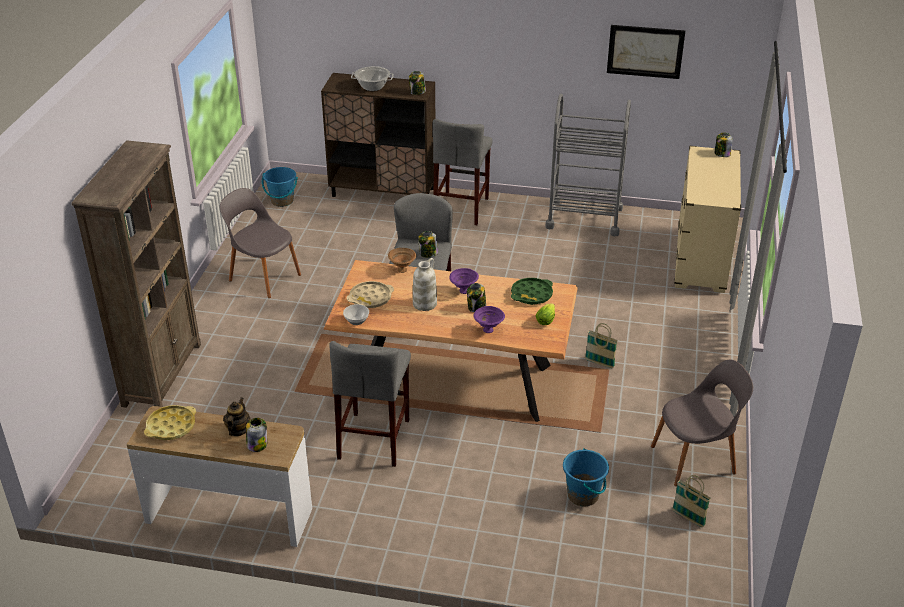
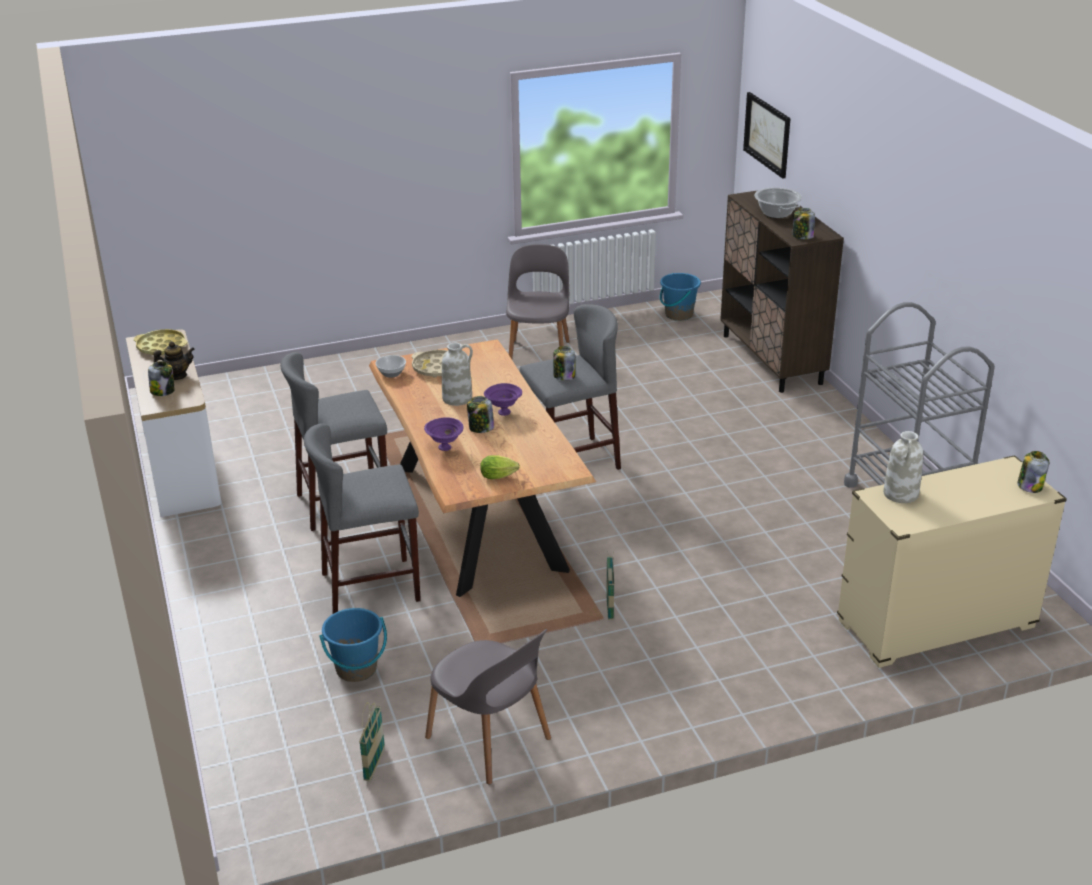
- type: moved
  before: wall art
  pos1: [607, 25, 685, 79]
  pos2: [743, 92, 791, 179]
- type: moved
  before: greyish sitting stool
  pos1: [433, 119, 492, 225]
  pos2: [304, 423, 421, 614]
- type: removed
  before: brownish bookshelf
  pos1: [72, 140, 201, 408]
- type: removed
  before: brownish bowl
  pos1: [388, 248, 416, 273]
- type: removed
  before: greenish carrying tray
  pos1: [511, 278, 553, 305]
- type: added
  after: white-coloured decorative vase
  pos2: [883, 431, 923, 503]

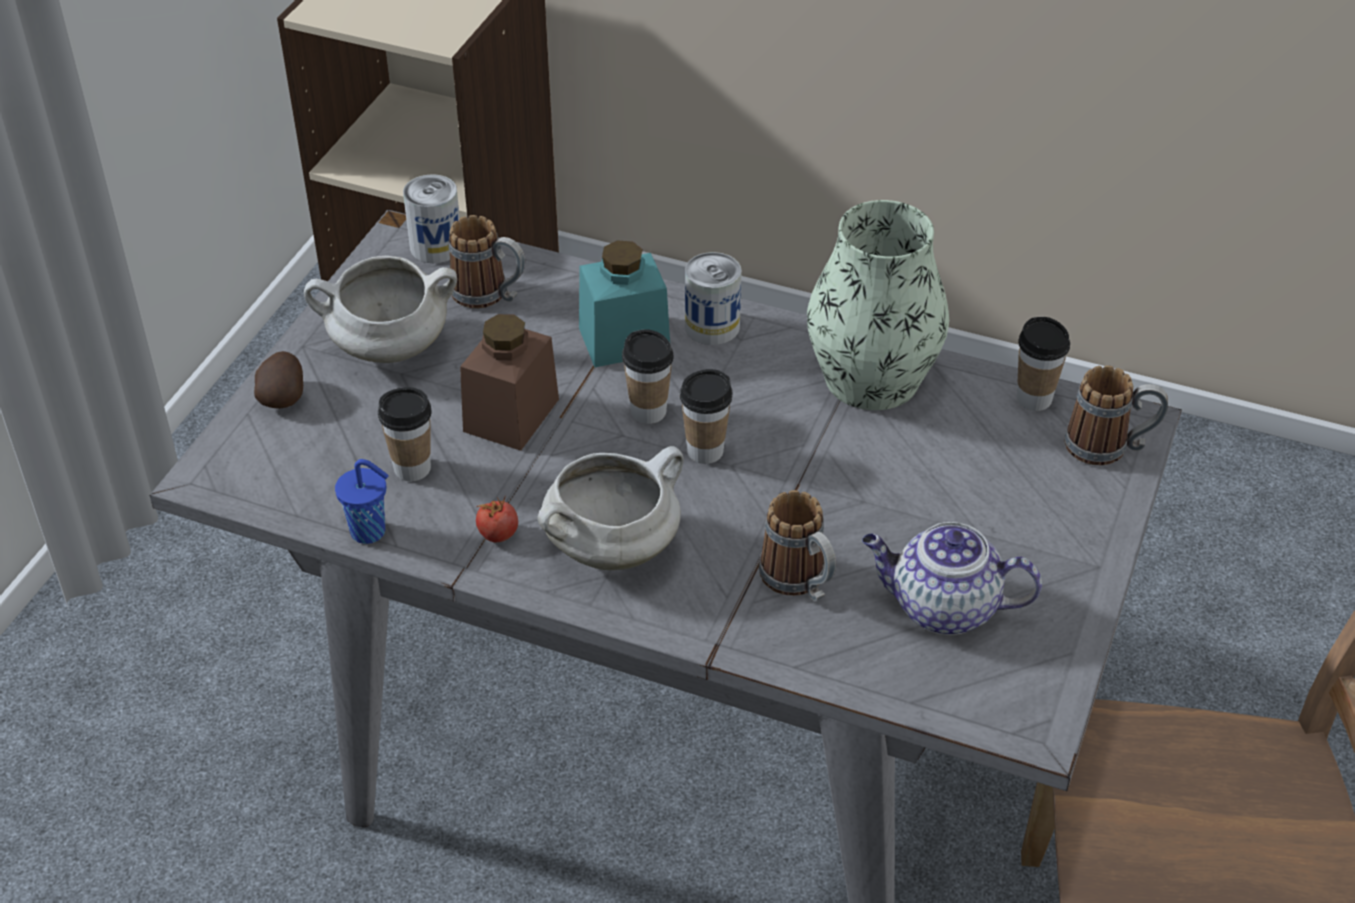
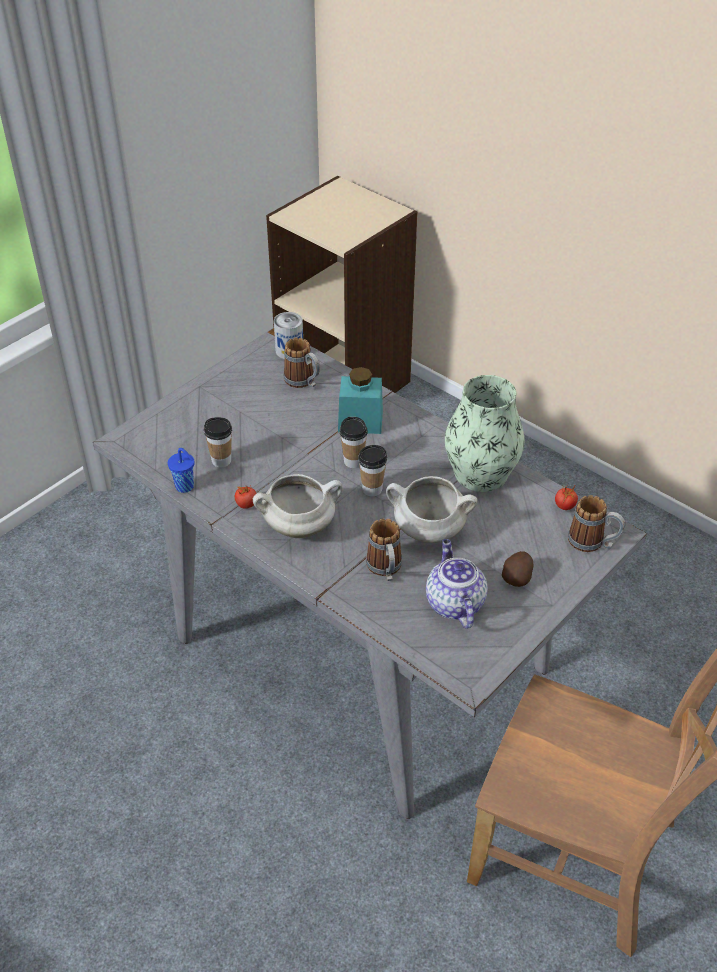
- type: removed
  before: metal can
  pos1: [685, 252, 742, 345]
- type: moved
  before: white-coloured stockpot
  pos1: [304, 256, 457, 363]
  pos2: [386, 476, 477, 543]
- type: removed
  before: brownish preserve jar
  pos1: [460, 314, 559, 451]
- type: replaced
  before: drinking cup
  after: fresh tomato
  pos1: [1017, 317, 1070, 411]
  pos2: [555, 484, 578, 510]
- type: moved
  before: spud
  pos1: [254, 351, 303, 409]
  pos2: [502, 551, 534, 587]
- type: turned
  before: tea pot
  pos1: [862, 522, 1042, 635]
  pos2: [426, 539, 488, 629]
  turn: 45

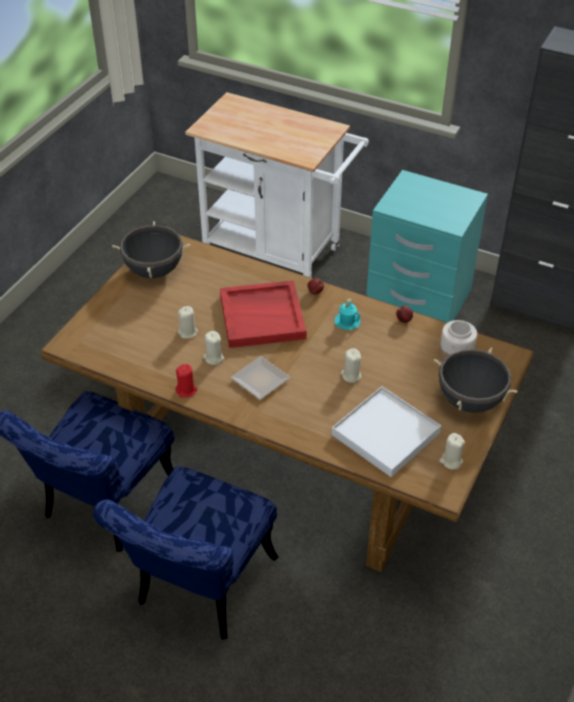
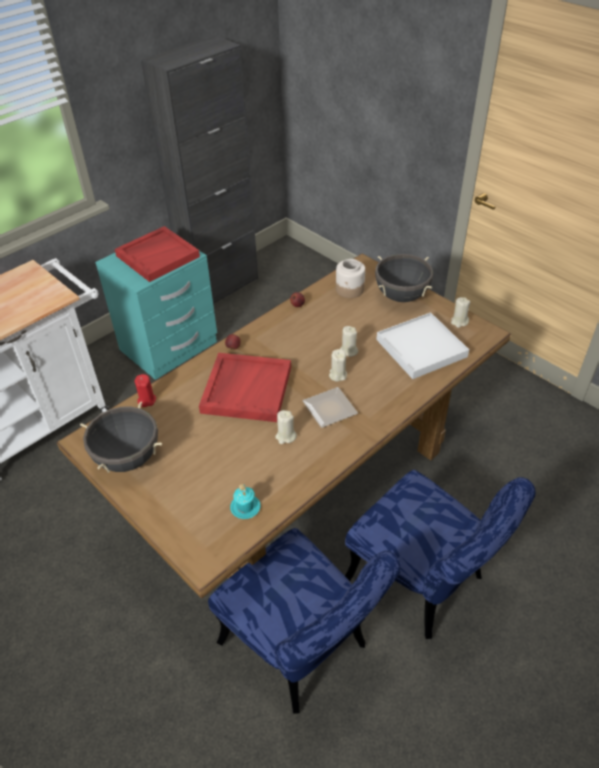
- type: moved
  before: turquoise tea mug
  pos1: [334, 298, 361, 330]
  pos2: [230, 484, 260, 519]
- type: moved
  before: sand-coloured wax light
  pos1: [178, 306, 198, 339]
  pos2: [329, 349, 347, 382]
- type: moved
  before: red-coloured wax light
  pos1: [176, 364, 197, 398]
  pos2: [135, 374, 156, 407]
- type: added
  after: red-coloured carrying tray
  pos2: [115, 226, 200, 282]

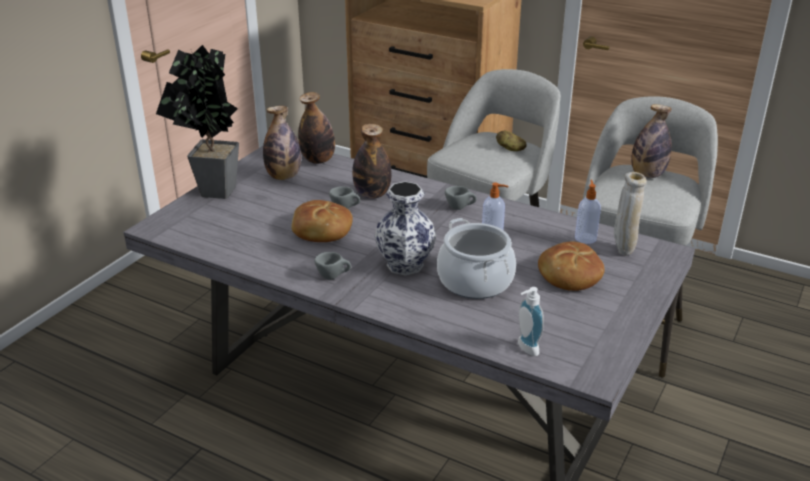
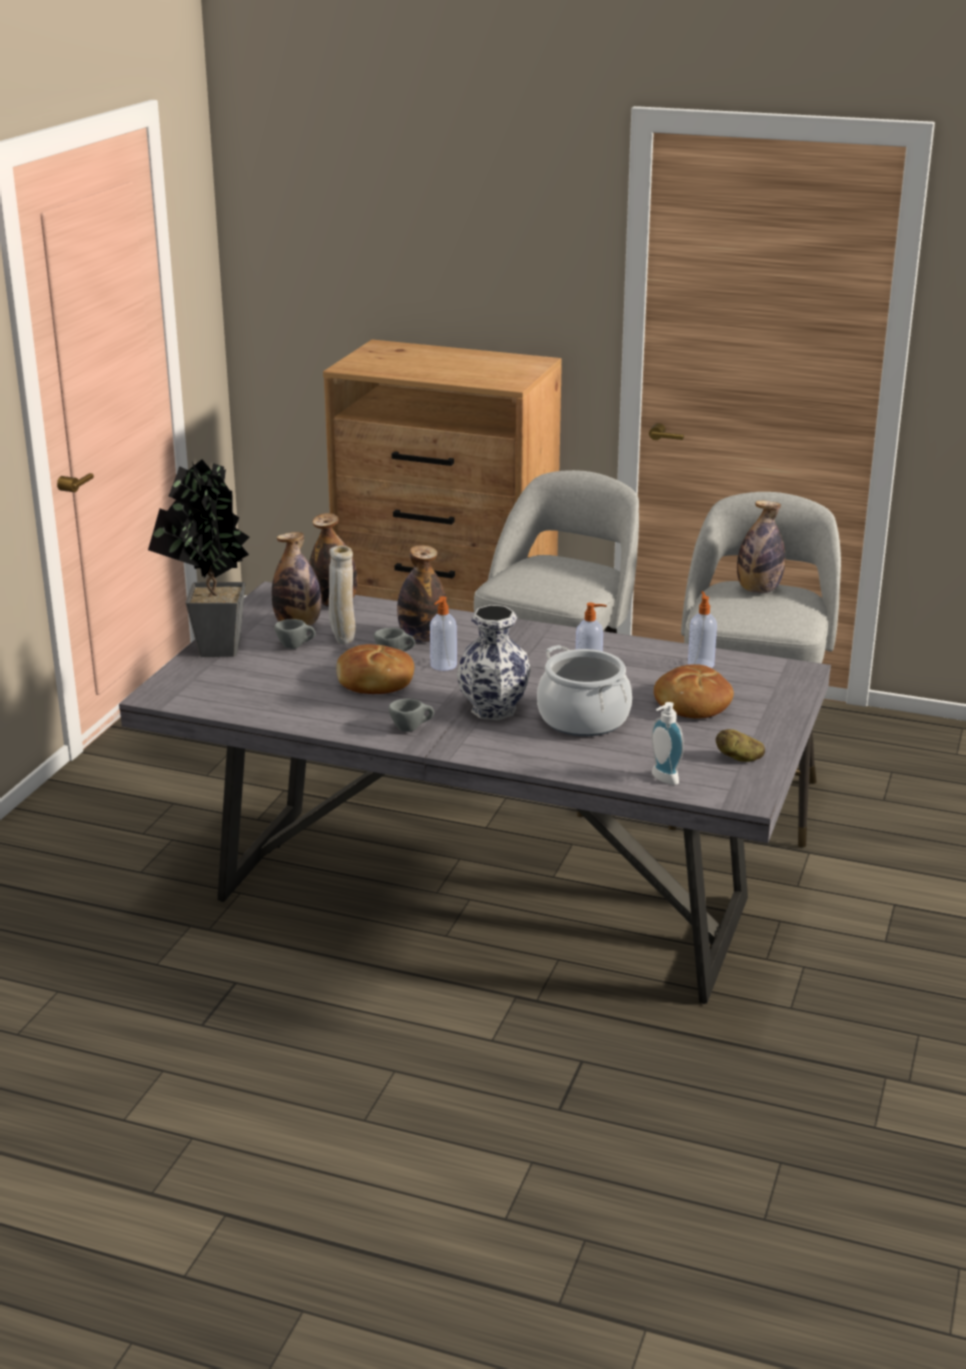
- type: moved
  before: spud
  pos1: [496, 131, 526, 151]
  pos2: [716, 729, 765, 762]
- type: moved
  before: sand-coloured decorative vase
  pos1: [614, 172, 647, 256]
  pos2: [329, 546, 356, 644]
- type: moved
  before: greyish drinking cup
  pos1: [445, 186, 477, 210]
  pos2: [274, 619, 316, 649]
- type: added
  after: soap dispenser
  pos2: [430, 596, 457, 671]

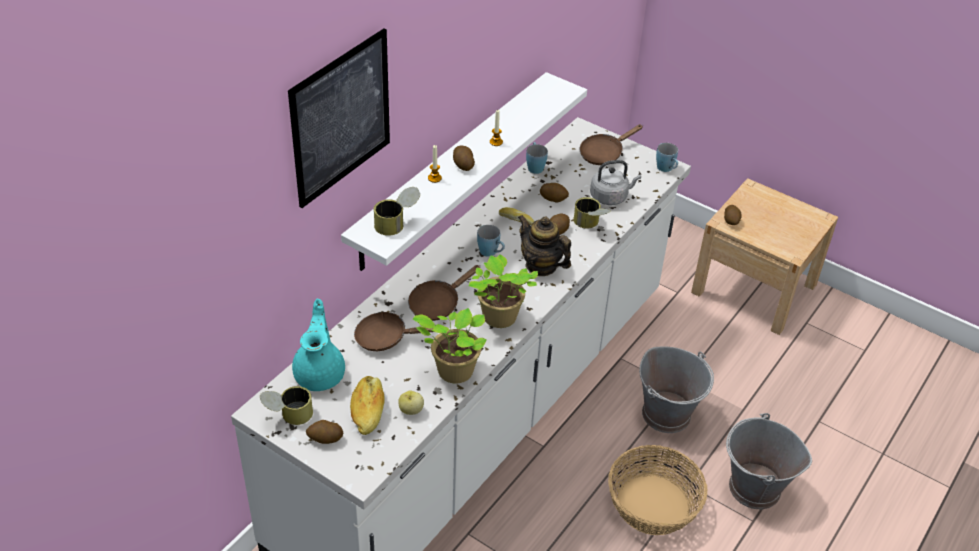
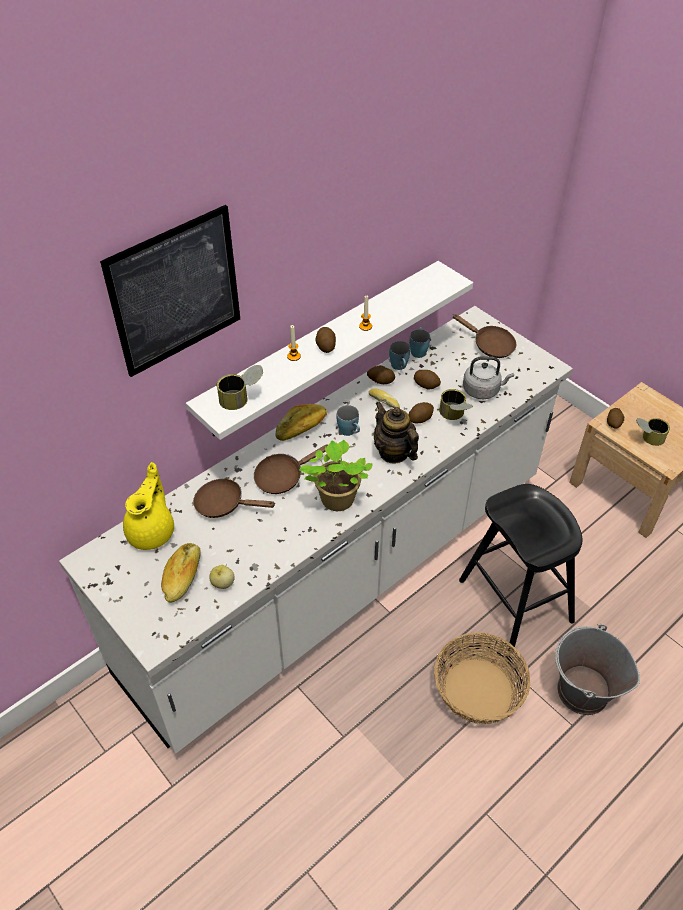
- type: turned
  before: brownish pan
  pos1: [580, 124, 643, 165]
  pos2: [453, 314, 516, 358]
  turn: -120
- type: moved
  before: blue tea mug
  pos1: [656, 143, 678, 172]
  pos2: [389, 341, 410, 370]
- type: recoloured
  before: turquoise tea pot
  after: yellow tea pot
  pos1: [292, 299, 345, 391]
  pos2: [123, 462, 174, 550]
- type: removed
  before: potted plant
  pos1: [413, 308, 487, 384]
- type: replaced
  before: greyish bucket
  after: black-coloured sitting stool
  pos1: [639, 346, 714, 433]
  pos2: [459, 484, 583, 651]
- type: moved
  before: metal can
  pos1: [260, 386, 313, 425]
  pos2: [636, 418, 670, 446]
- type: moved
  before: spud
  pos1: [306, 420, 343, 444]
  pos2: [367, 365, 395, 384]
- type: added
  after: bread
  pos2: [276, 404, 327, 441]

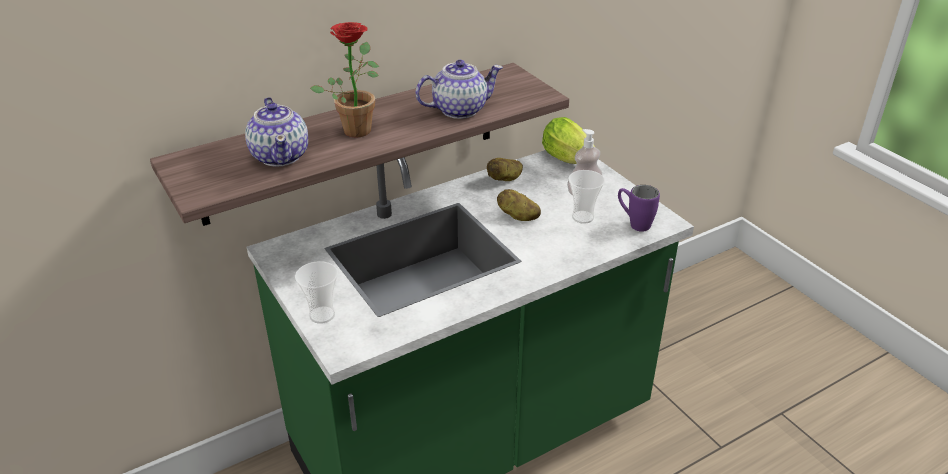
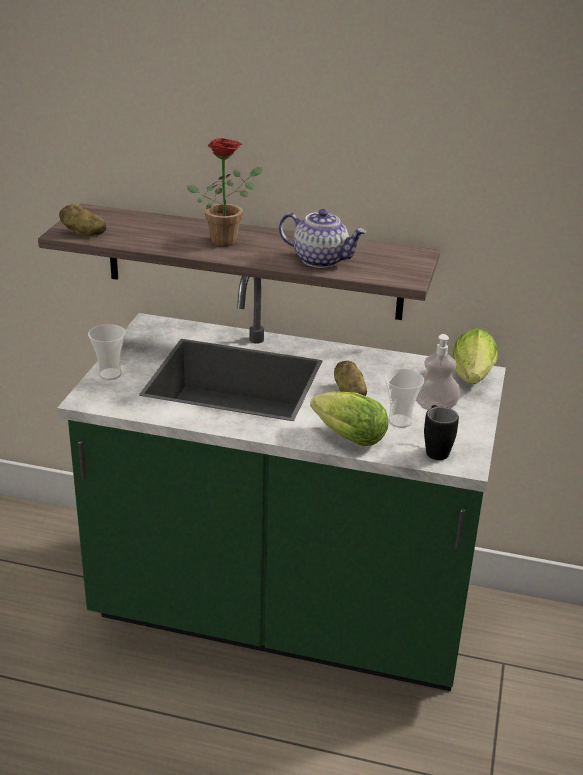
- type: removed
  before: tea pot
  pos1: [245, 97, 308, 167]
- type: moved
  before: spud
  pos1: [487, 158, 523, 181]
  pos2: [59, 205, 106, 236]
- type: recoloured
  before: purple tea mug
  after: black-coloured tea mug
  pos1: [618, 185, 660, 232]
  pos2: [424, 405, 459, 460]
- type: added
  after: lettuce head
  pos2: [310, 392, 388, 446]

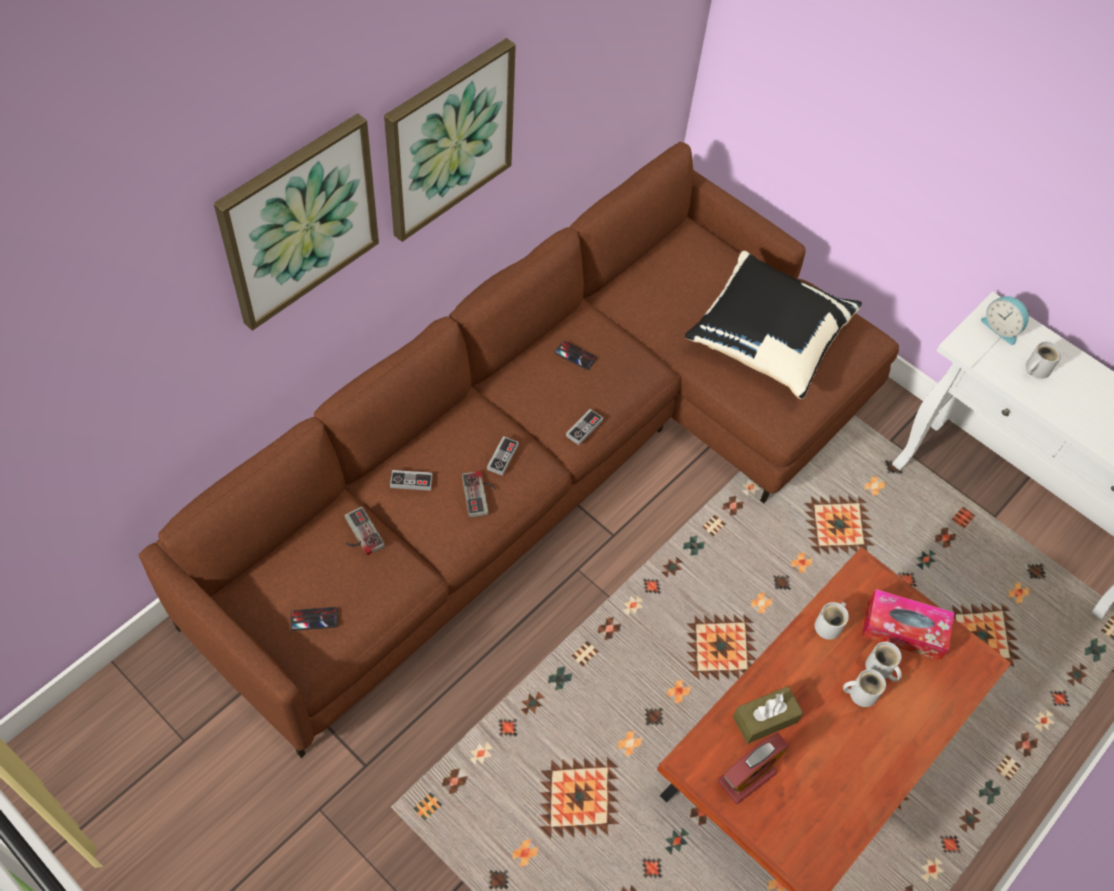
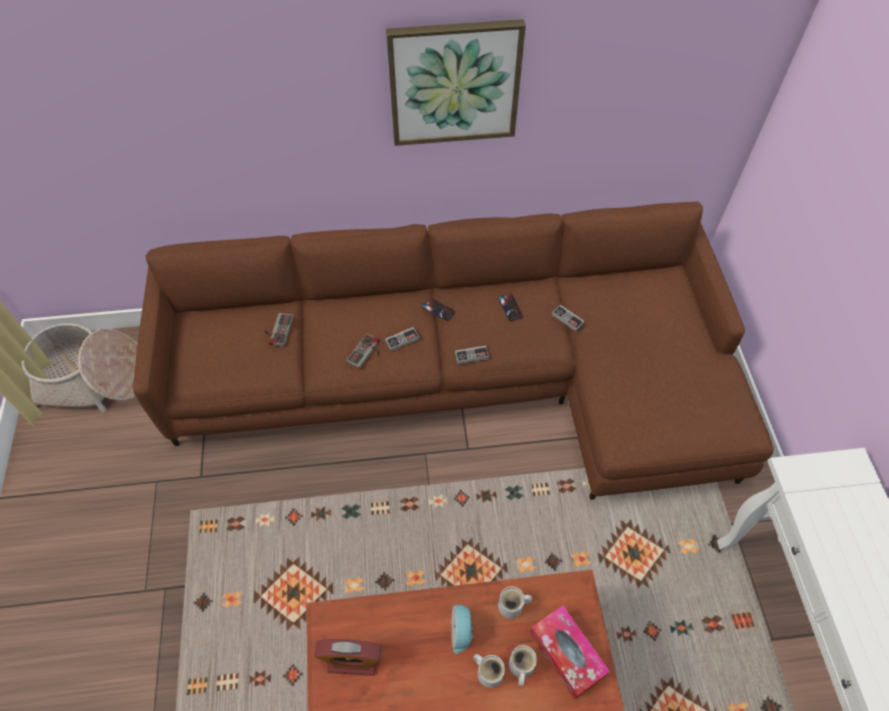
- type: removed
  before: wall art
  pos1: [213, 113, 379, 331]
- type: removed
  before: black-coloured pillow
  pos1: [685, 251, 862, 399]
- type: moved
  before: bedside clock
  pos1: [981, 296, 1029, 345]
  pos2: [451, 605, 475, 654]
- type: removed
  before: white-coloured tea mug
  pos1: [1026, 341, 1062, 379]
- type: moved
  before: game controller
  pos1: [390, 470, 433, 491]
  pos2: [552, 305, 585, 331]
- type: moved
  before: handset
  pos1: [291, 607, 338, 631]
  pos2: [422, 298, 455, 321]
- type: removed
  before: brownish box of tissues
  pos1: [733, 686, 803, 744]
- type: added
  after: household basket
  pos2: [21, 323, 138, 413]

